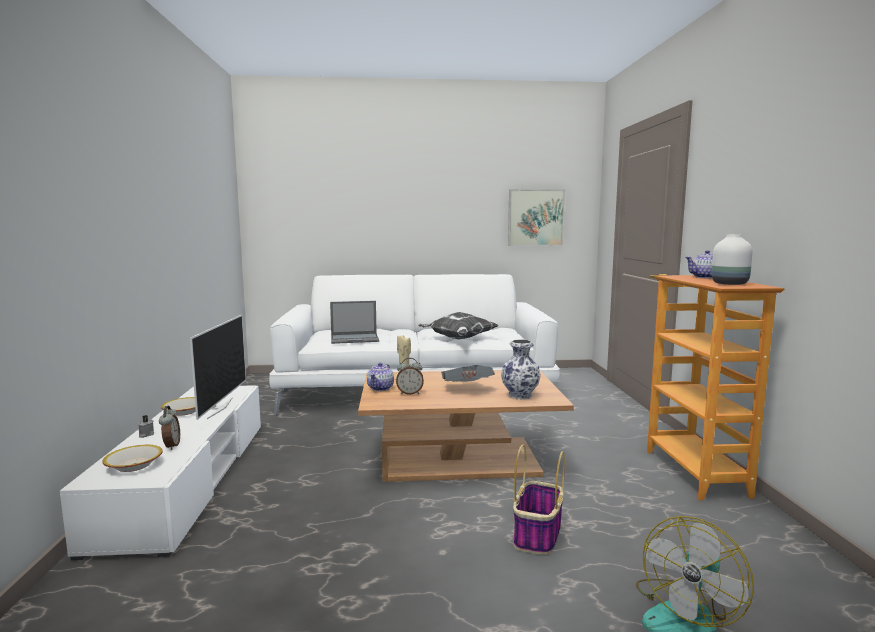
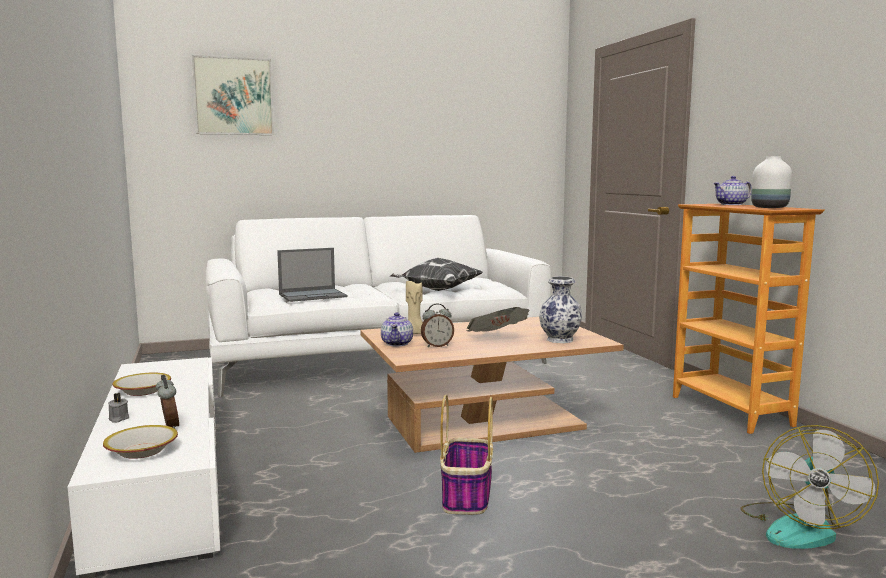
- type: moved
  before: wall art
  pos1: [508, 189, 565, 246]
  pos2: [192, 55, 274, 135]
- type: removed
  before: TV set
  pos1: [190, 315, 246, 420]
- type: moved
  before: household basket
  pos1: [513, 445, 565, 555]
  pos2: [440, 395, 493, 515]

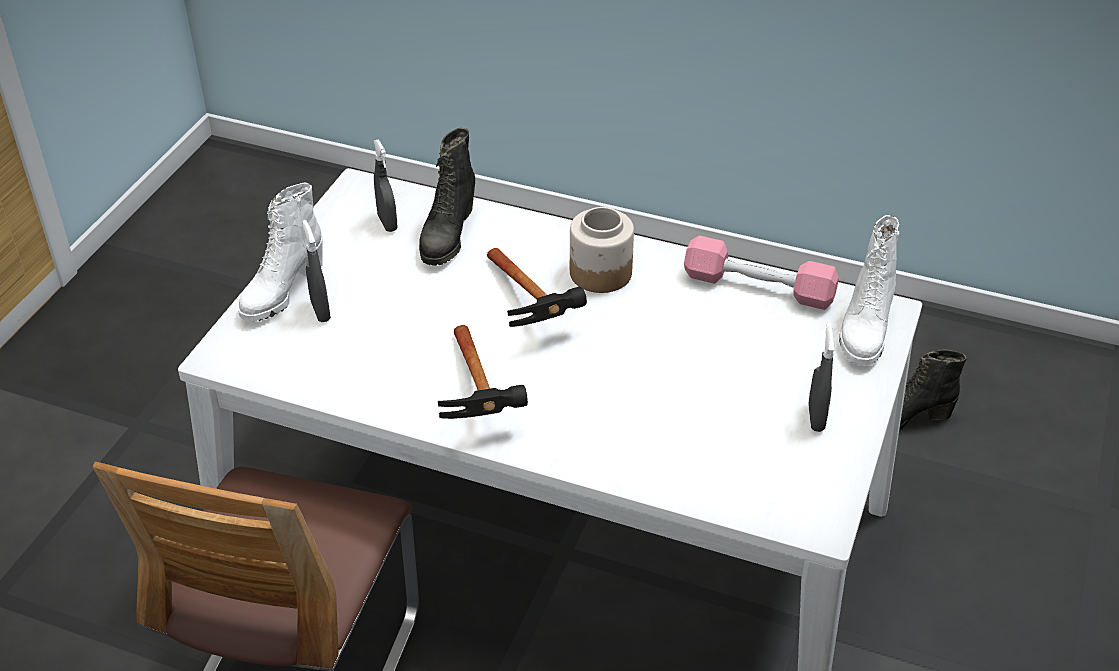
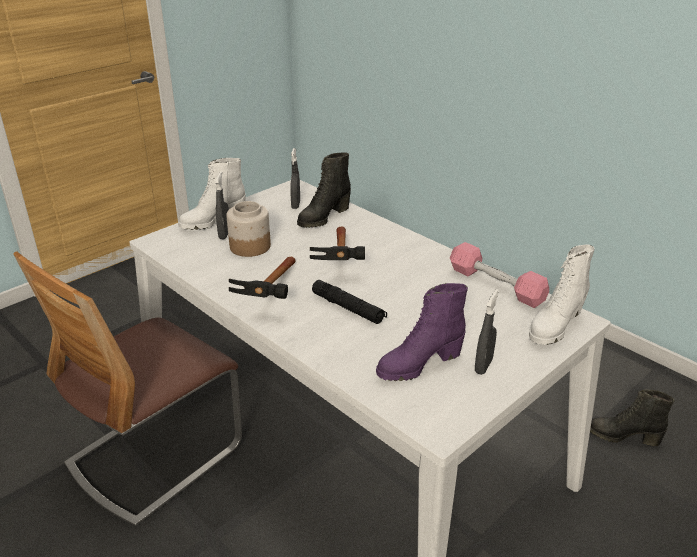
- type: moved
  before: preserve jar
  pos1: [570, 207, 634, 293]
  pos2: [226, 201, 271, 257]
- type: added
  after: black-coloured torch
  pos2: [312, 280, 387, 324]
- type: added
  after: purple high-top boot
  pos2: [376, 283, 468, 381]

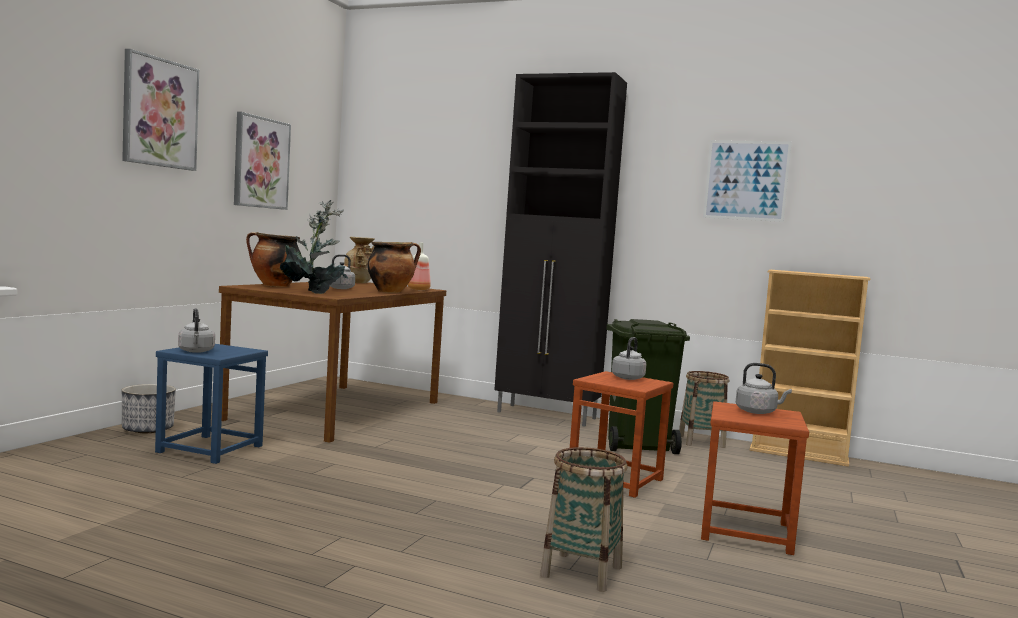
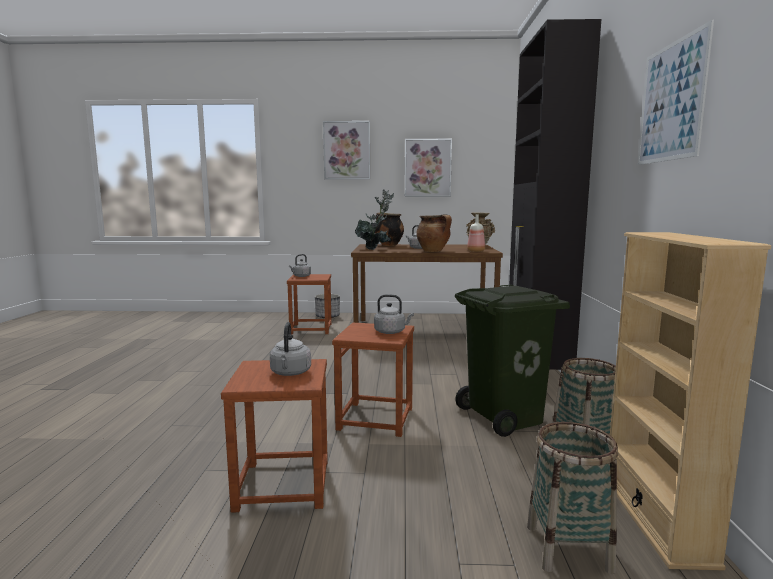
- type: recoloured
  before: blue sitting stool
  after: brownish sitting stool
  pos1: [155, 344, 268, 464]
  pos2: [287, 274, 332, 335]
- type: moved
  before: household basket
  pos1: [540, 447, 627, 592]
  pos2: [527, 422, 618, 574]

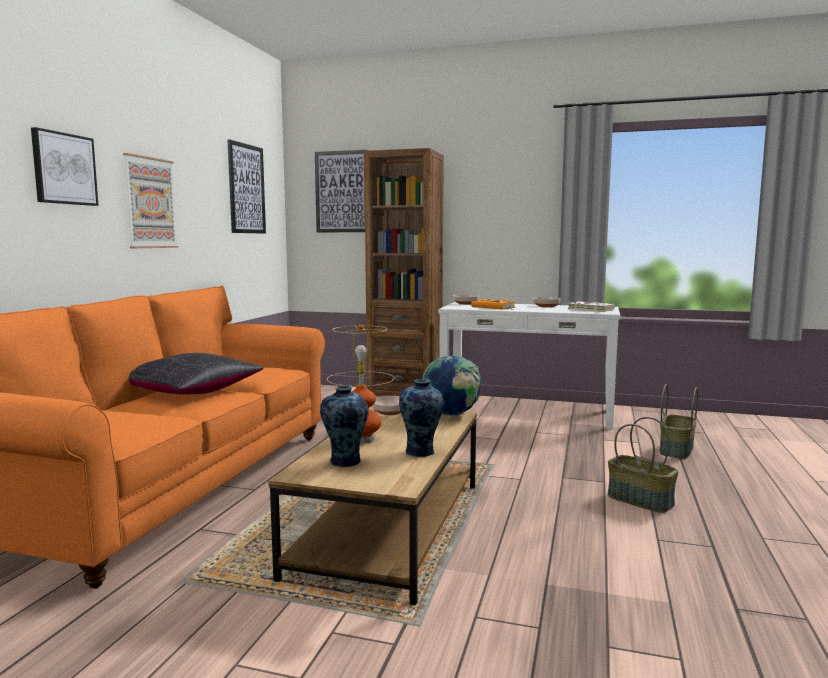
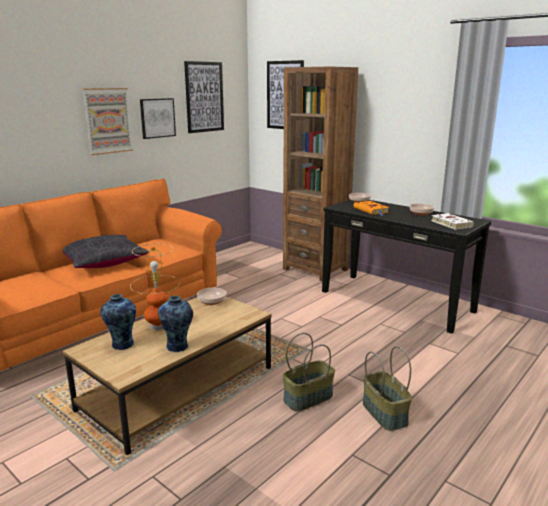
- type: moved
  before: wall art
  pos1: [31, 127, 99, 206]
  pos2: [140, 98, 176, 139]
- type: recoloured
  before: white-coloured console table
  after: black-coloured console table
  pos1: [438, 302, 620, 429]
  pos2: [322, 200, 491, 334]
- type: removed
  before: desk globe
  pos1: [423, 356, 482, 417]
- type: moved
  before: household basket
  pos1: [660, 384, 698, 459]
  pos2: [282, 333, 335, 411]

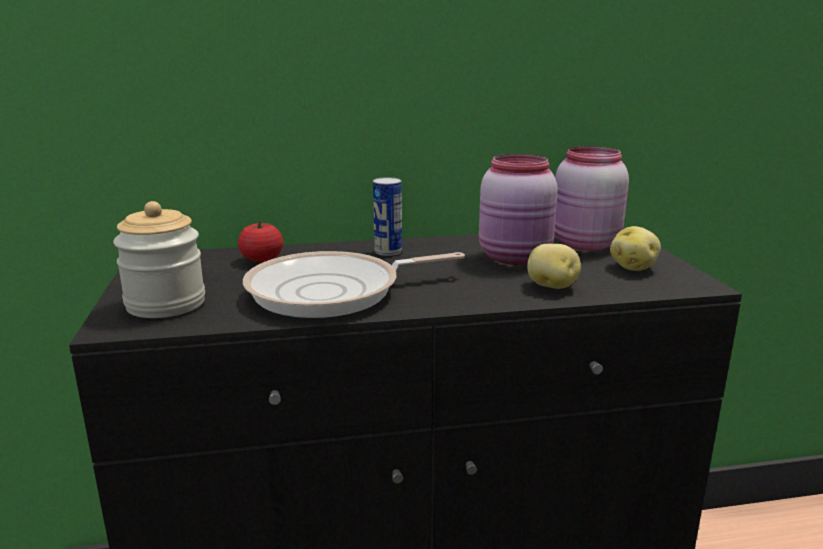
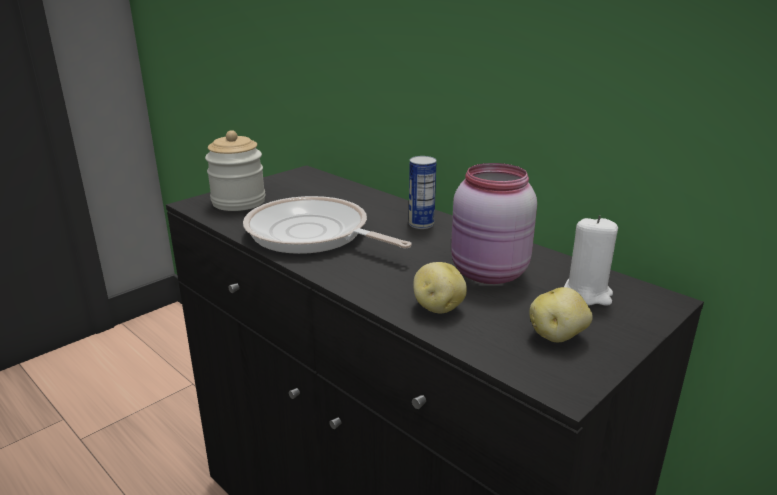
- type: replaced
  before: pinkish preserve jar
  after: white-coloured wax light
  pos1: [554, 146, 629, 251]
  pos2: [564, 215, 618, 306]
- type: removed
  before: fresh tomato
  pos1: [238, 221, 283, 262]

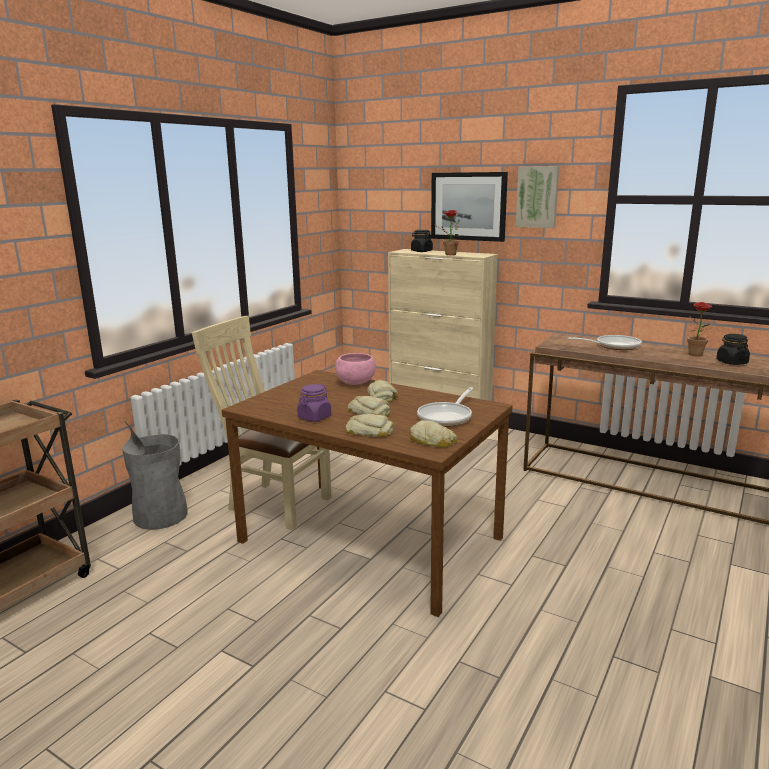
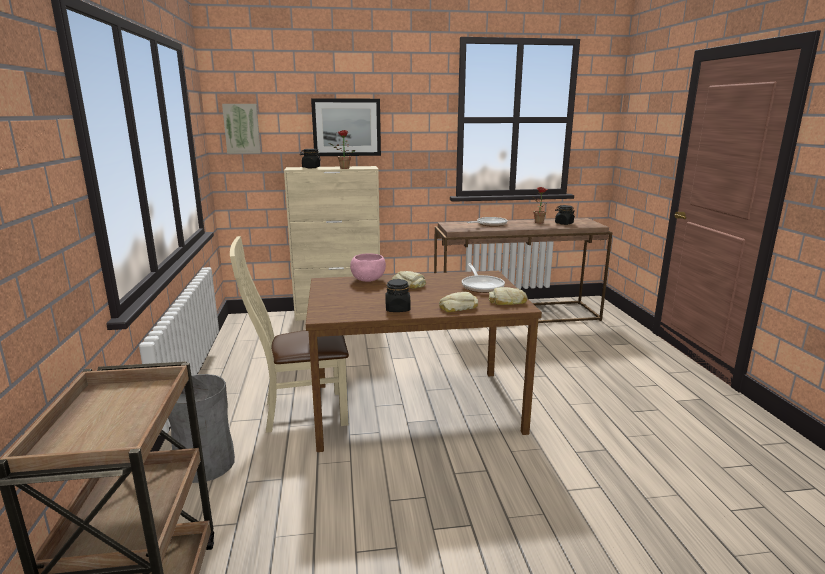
- type: moved
  before: wall art
  pos1: [515, 166, 559, 228]
  pos2: [222, 104, 261, 154]
- type: recoloured
  before: purple preserve jar
  after: black-coloured preserve jar
  pos1: [297, 384, 331, 422]
  pos2: [385, 279, 410, 312]
- type: removed
  before: bread
  pos1: [348, 396, 391, 416]

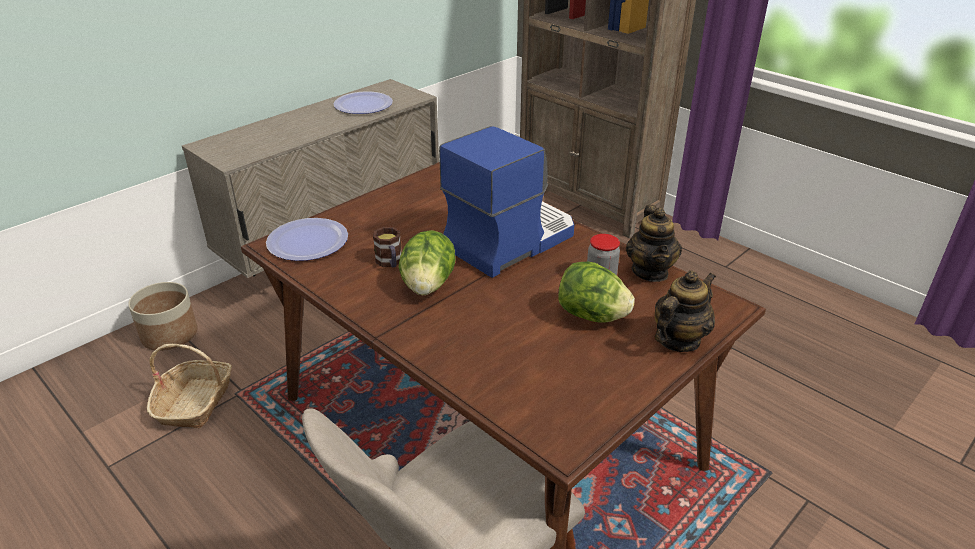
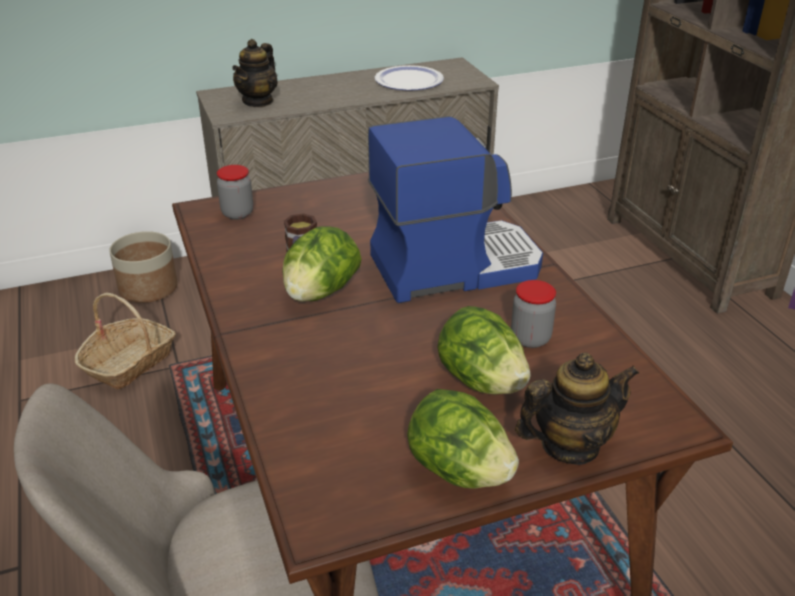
- type: moved
  before: tea pot
  pos1: [626, 205, 682, 282]
  pos2: [232, 39, 278, 107]
- type: replaced
  before: dinner plate
  after: preserve jar
  pos1: [266, 218, 348, 261]
  pos2: [217, 165, 253, 220]
- type: added
  after: lettuce head
  pos2: [407, 389, 519, 489]

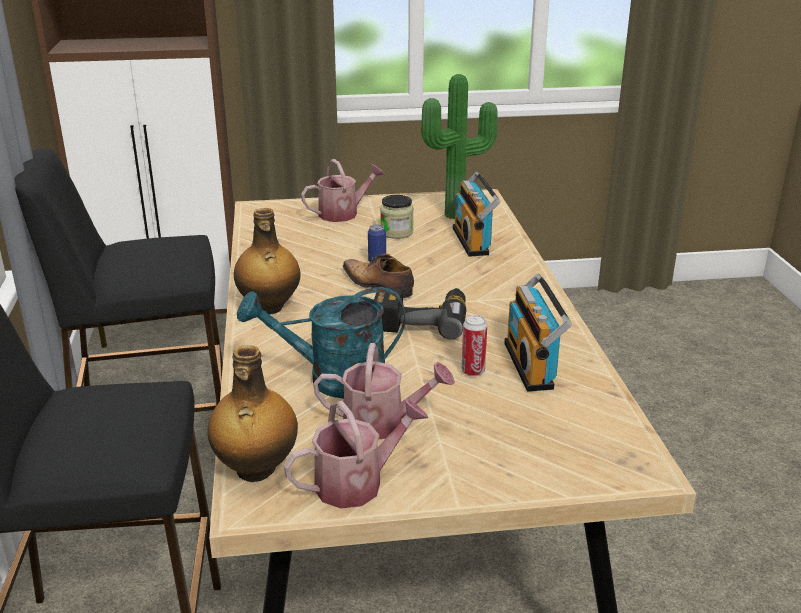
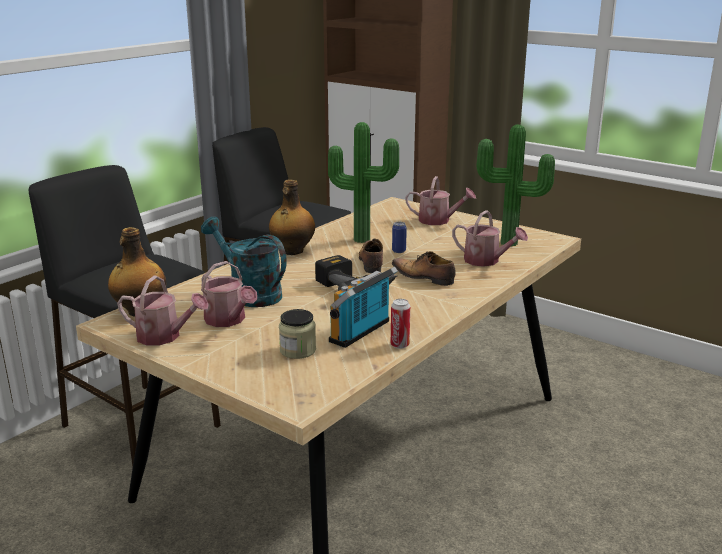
- type: replaced
  before: radio
  after: sprinkling can
  pos1: [453, 171, 501, 257]
  pos2: [452, 210, 528, 267]
- type: moved
  before: preserve jar
  pos1: [380, 195, 413, 239]
  pos2: [279, 309, 316, 359]
- type: moved
  before: metal can
  pos1: [462, 315, 487, 377]
  pos2: [391, 299, 410, 349]
- type: added
  after: potted plant
  pos2: [328, 122, 399, 243]
- type: added
  after: low shoe
  pos2: [392, 251, 456, 286]

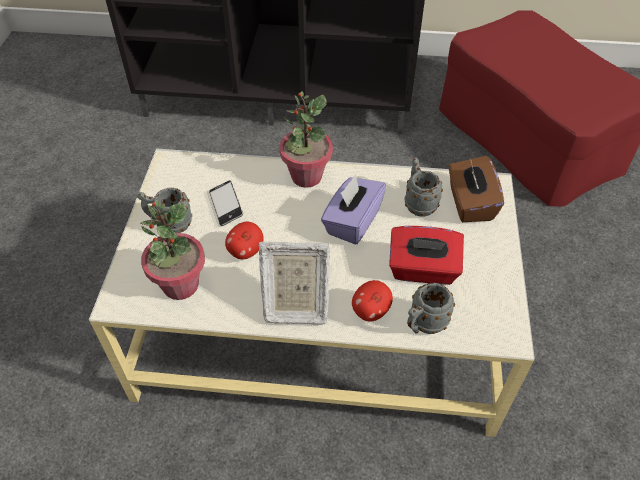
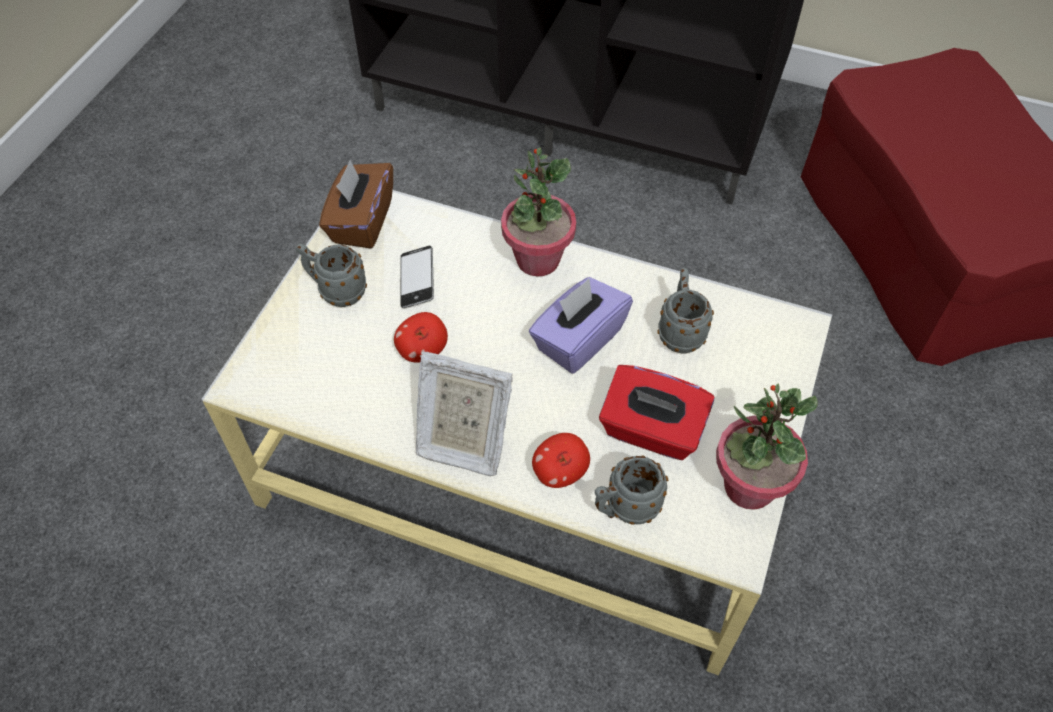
- type: moved
  before: brownish box of tissues
  pos1: [449, 156, 504, 222]
  pos2: [319, 160, 393, 248]
- type: moved
  before: potted plant
  pos1: [141, 200, 205, 300]
  pos2: [716, 383, 818, 510]

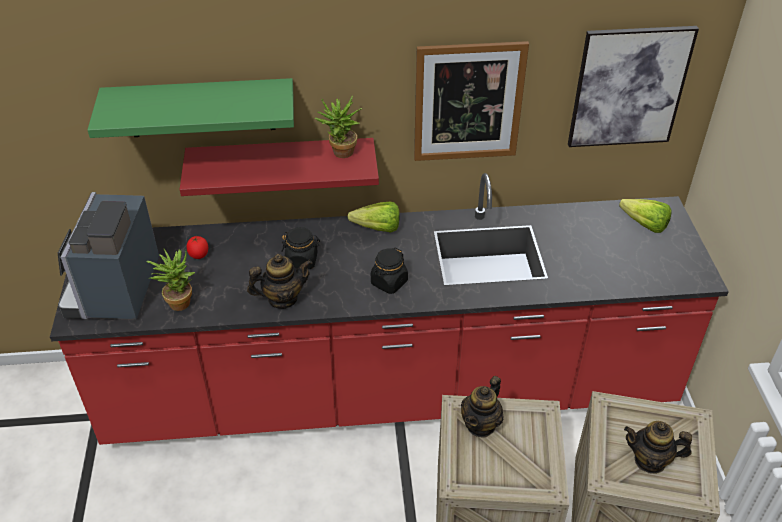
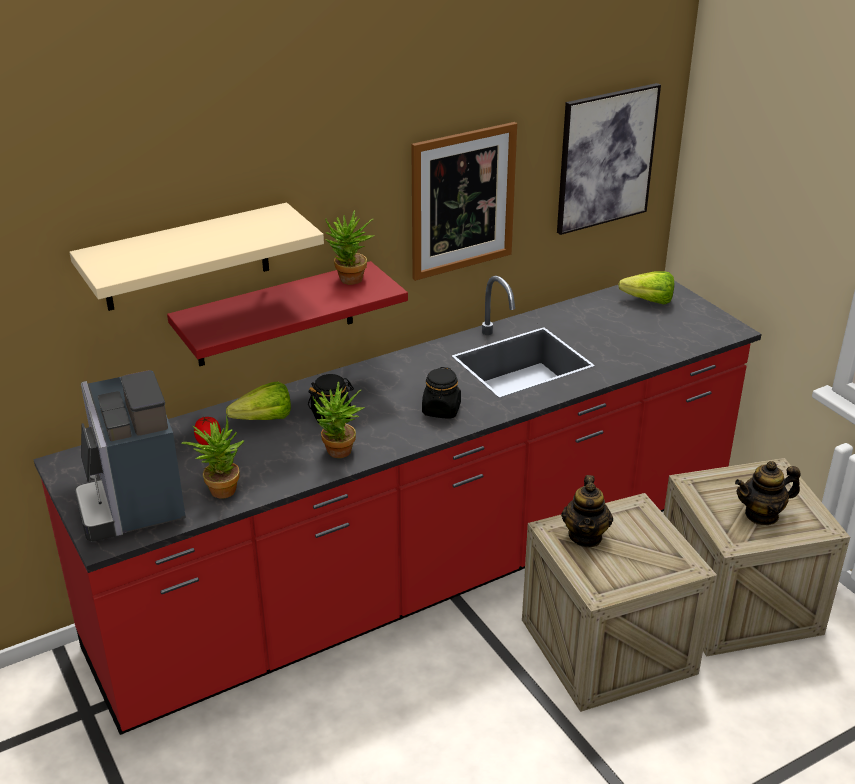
- type: recoloured
  before: greenish wall shelf
  after: sand-coloured wall shelf
  pos1: [88, 78, 294, 138]
  pos2: [70, 203, 324, 311]
- type: moved
  before: lettuce head
  pos1: [347, 202, 400, 232]
  pos2: [226, 381, 291, 420]
- type: replaced
  before: tea pot
  after: potted plant
  pos1: [247, 254, 312, 309]
  pos2: [312, 381, 365, 458]

